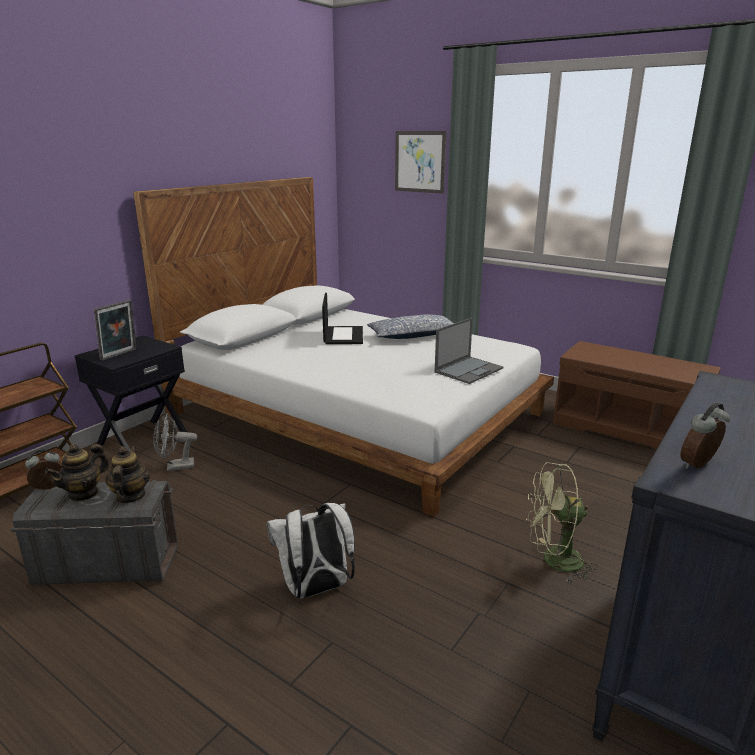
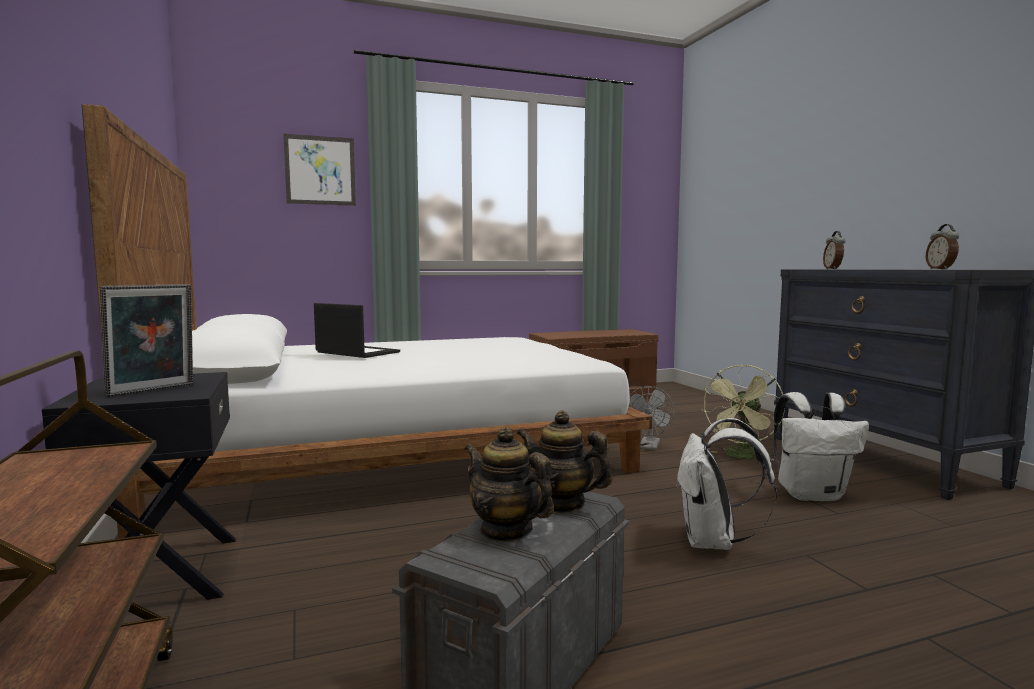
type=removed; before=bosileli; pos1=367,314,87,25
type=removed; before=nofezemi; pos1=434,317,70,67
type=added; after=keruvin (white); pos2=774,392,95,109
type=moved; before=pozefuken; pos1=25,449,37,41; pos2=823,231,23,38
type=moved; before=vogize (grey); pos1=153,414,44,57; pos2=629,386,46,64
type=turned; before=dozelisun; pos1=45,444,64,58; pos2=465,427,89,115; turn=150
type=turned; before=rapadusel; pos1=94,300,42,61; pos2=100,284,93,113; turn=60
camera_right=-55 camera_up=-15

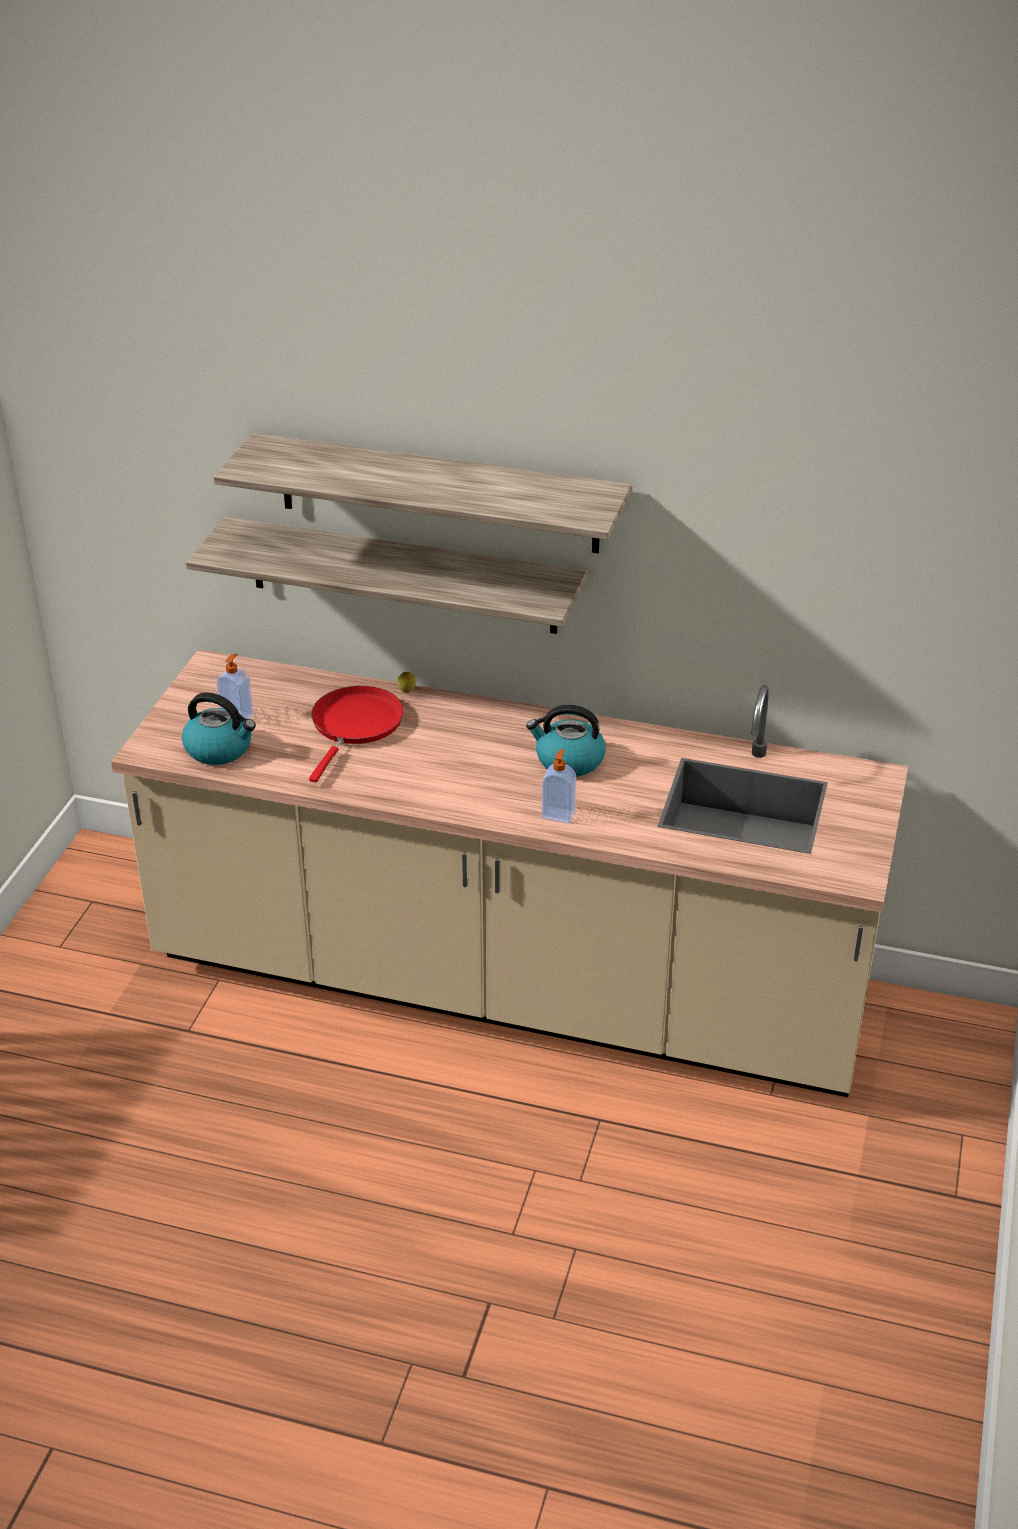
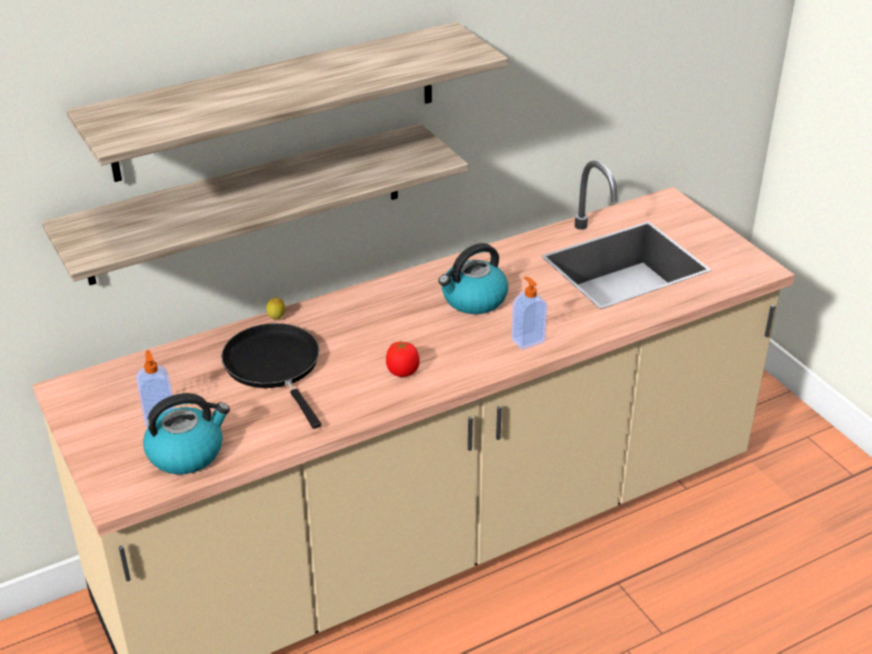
type=added; after=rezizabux; pos2=386,341,34,36
type=recoloured; before=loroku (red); after=loroku (black); pos1=309,686,95,96; pos2=221,323,100,106
camera_right=-45 camera_up=0

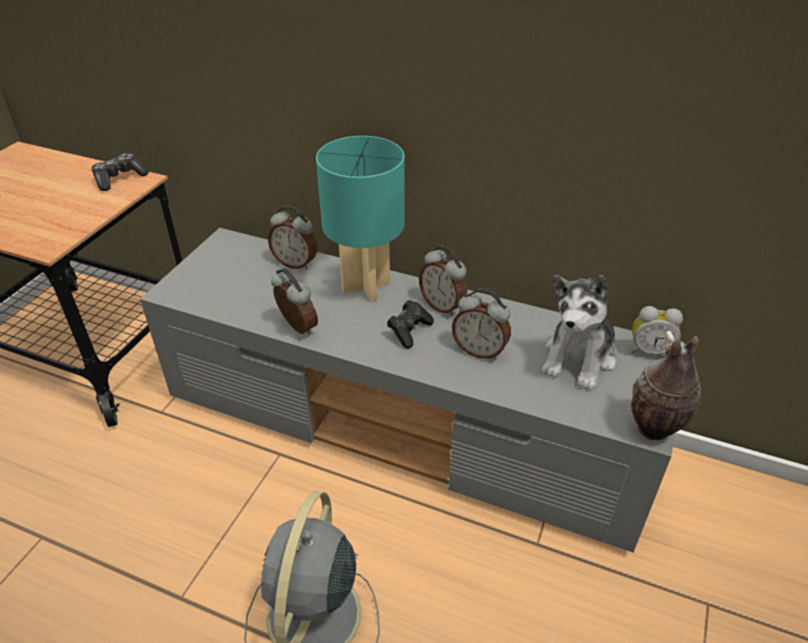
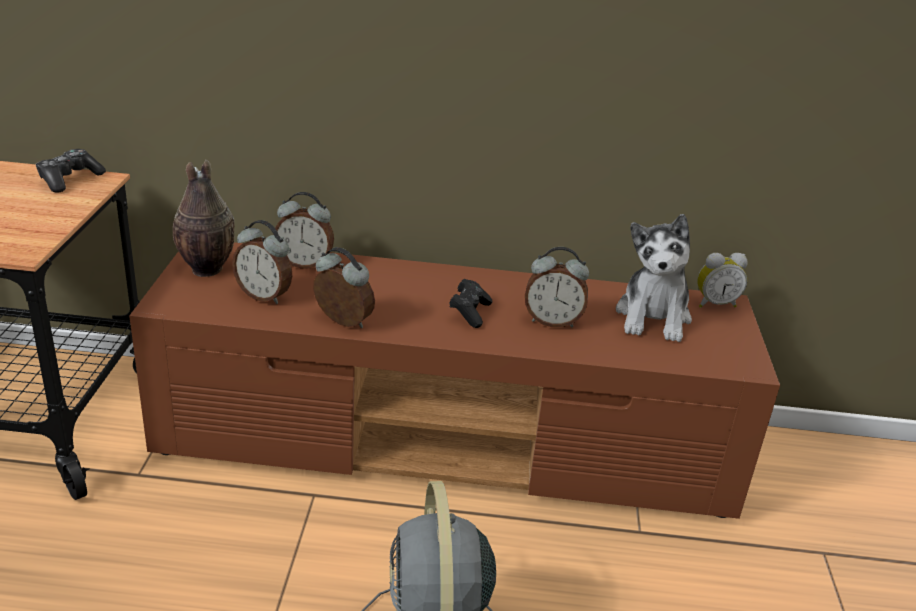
type=removed; before=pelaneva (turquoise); pos1=316,136,89,165
type=moved; before=pozefuken; pos1=419,246,48,70; pos2=232,220,60,84
type=moved; before=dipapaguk; pos1=631,331,70,109; pos2=173,160,62,117
type=recoloured; before=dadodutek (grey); after=dadodutek (brown); pos1=140,228,535,325; pos2=129,242,651,277
camera_right=-20 camera_up=-10

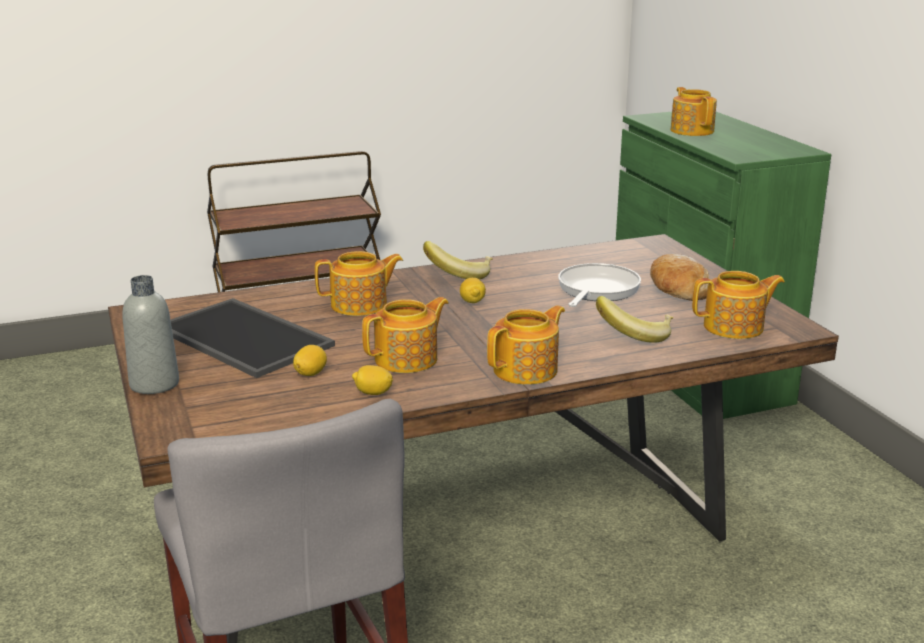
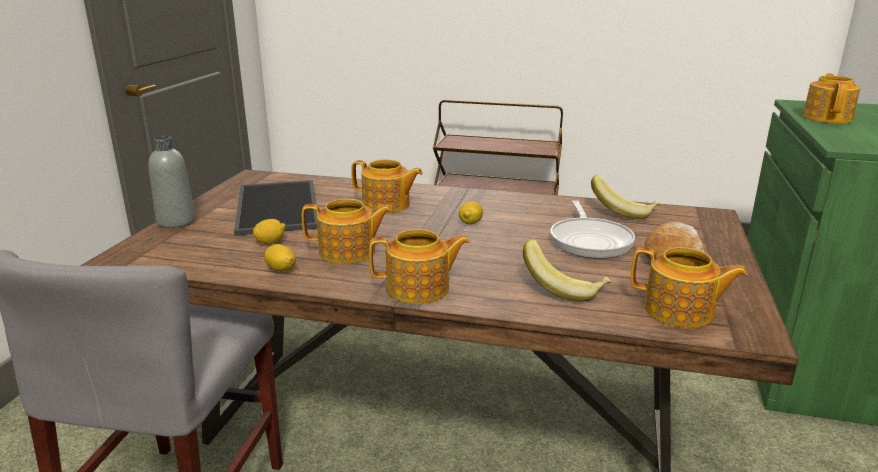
type=moved; before=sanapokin; pos1=423,241,70,38; pos2=591,175,69,44
type=turned; before=loroku; pos1=558,263,83,44; pos2=550,200,85,59; turn=120
camera_right=35 camera_up=0

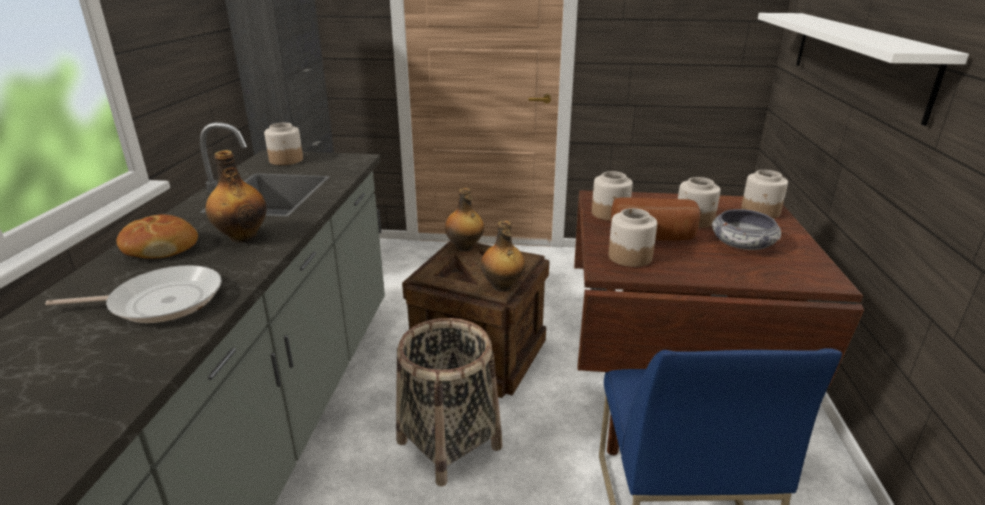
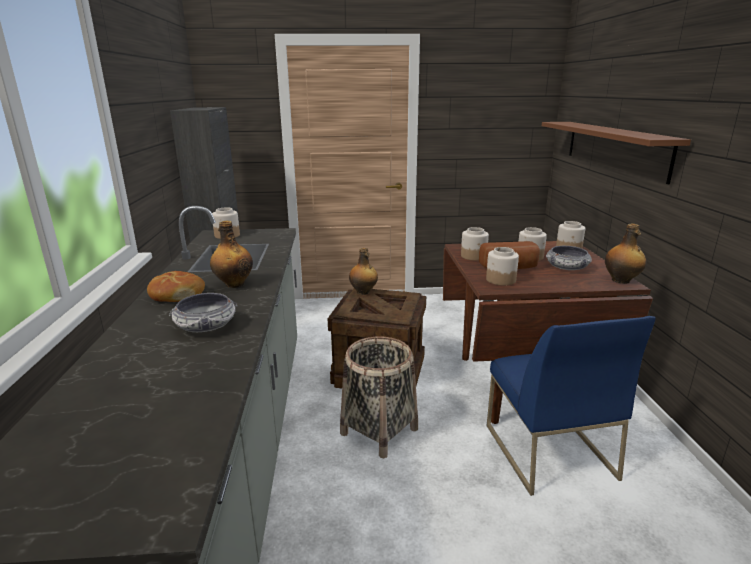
type=moved; before=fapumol; pos1=481,221,44,70; pos2=605,224,41,60
type=replaced; before=loroku; after=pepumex; pos1=45,265,177,58; pos2=169,293,68,39
type=recoloured; before=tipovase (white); after=tipovase (brown); pos1=758,13,211,113; pos2=542,122,149,62
camera_right=-10 camera_up=-5

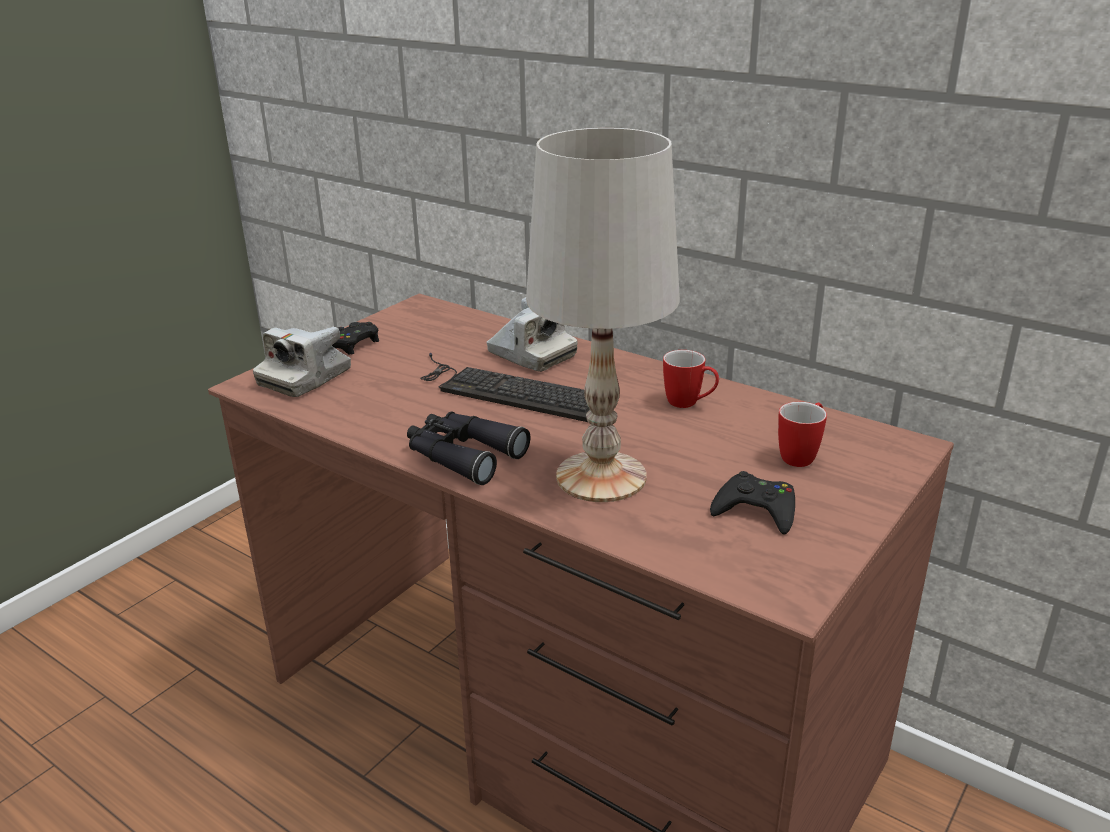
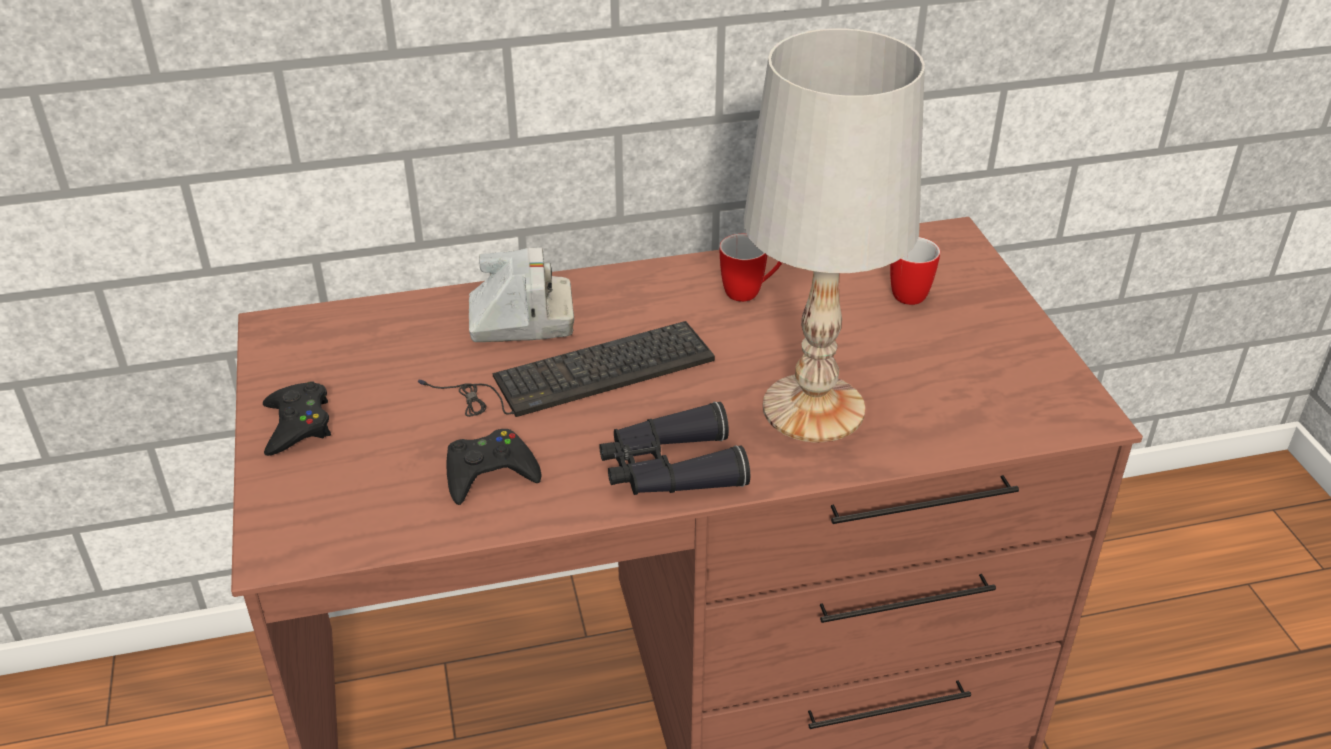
type=removed; before=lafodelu; pos1=253,326,98,71
type=moved; before=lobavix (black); pos1=710,471,85,64; pos2=446,429,96,76
camera_right=-50 camera_up=10

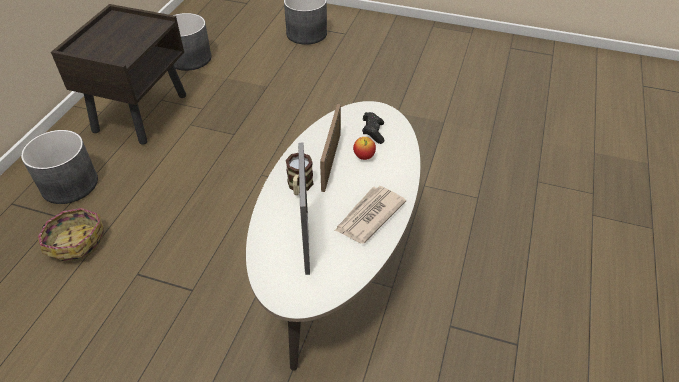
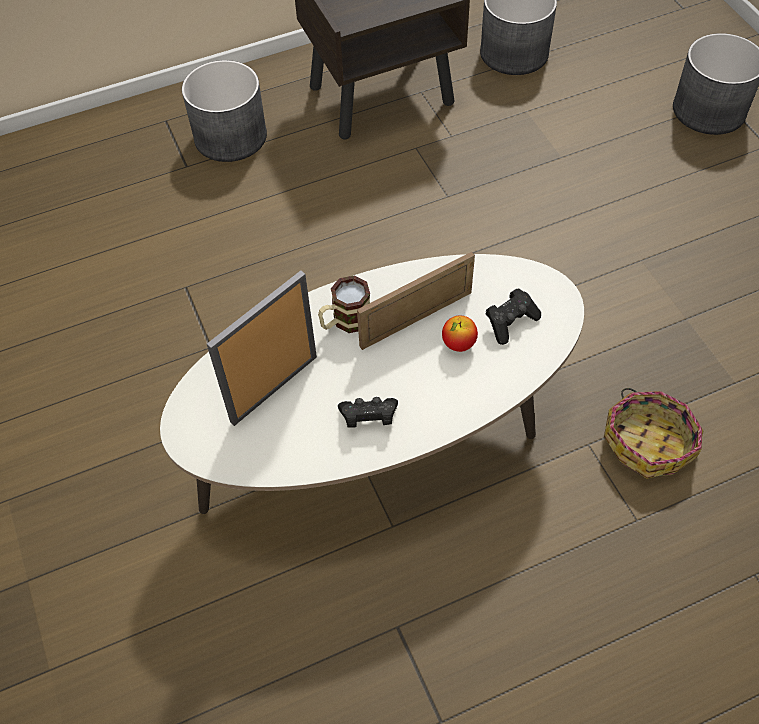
type=moved; before=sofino; pos1=38,208,66,54; pos2=604,388,99,91
type=replaced; before=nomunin; after=lobavix (black); pos1=334,186,72,57; pos2=338,397,60,30
camera_right=50 camera_up=10

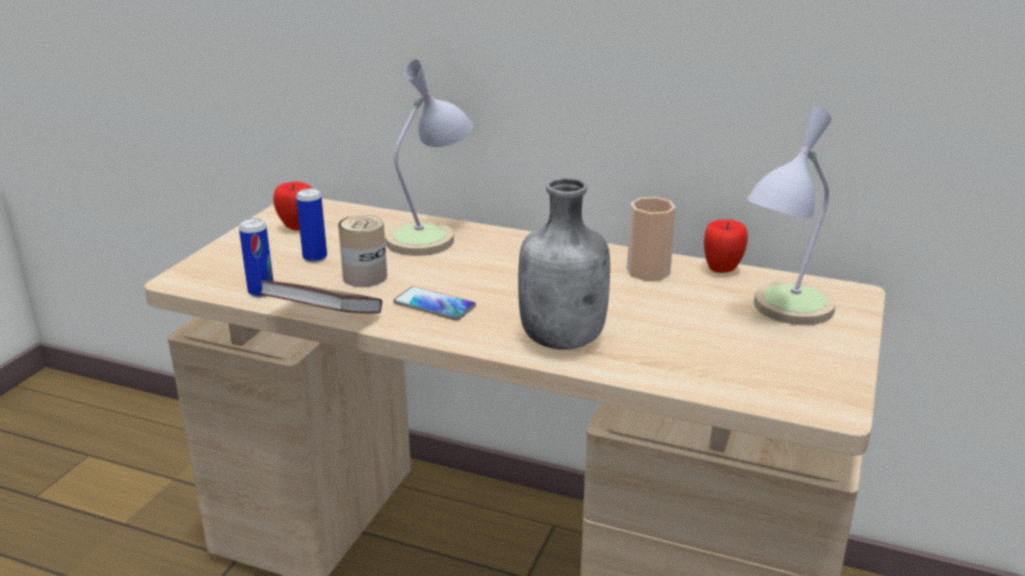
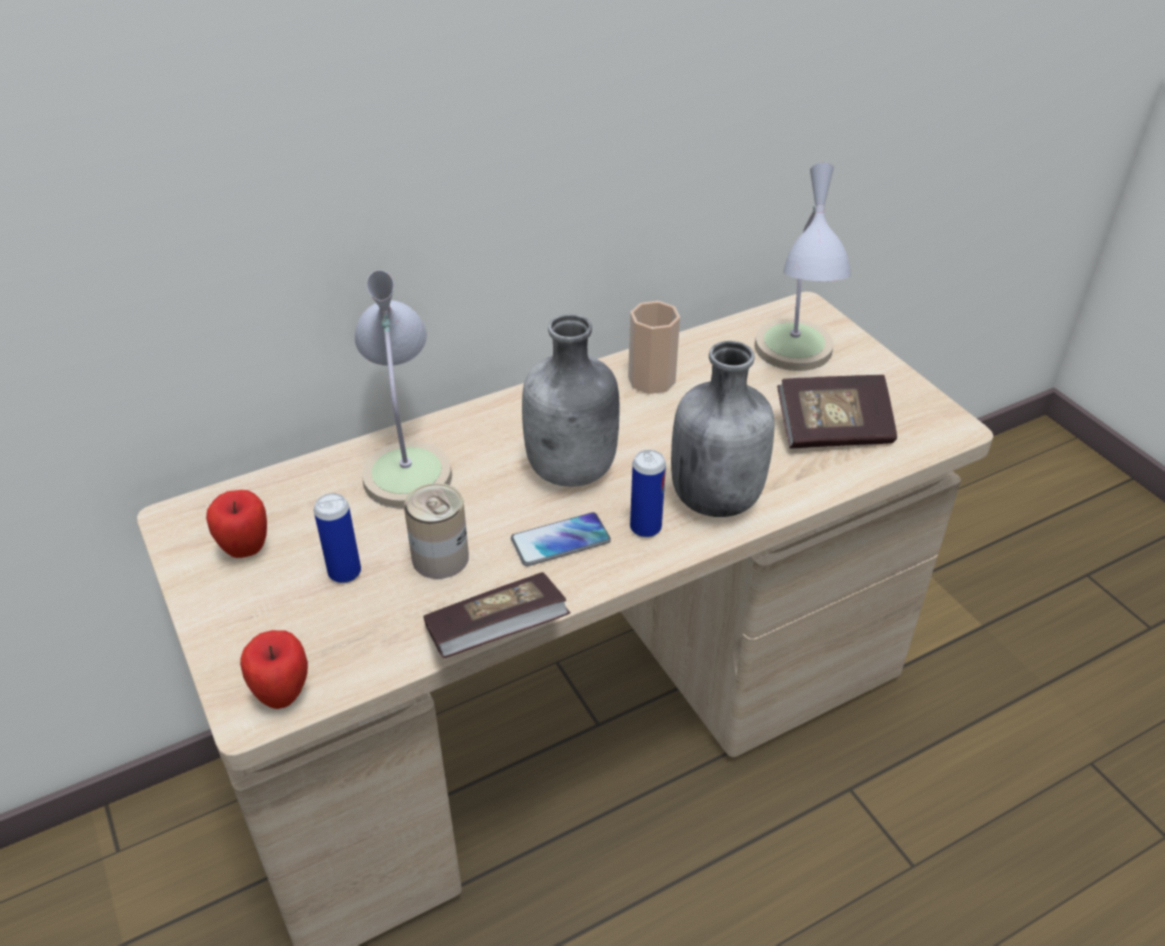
type=added; after=fapumol (grey); pos2=522,314,97,173
type=added; after=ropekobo; pos2=777,375,120,73
type=moved; before=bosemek; pos1=239,218,34,80; pos2=630,450,36,88
type=moved; before=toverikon; pos1=704,219,44,54; pos2=240,630,68,79
camera_right=-50 camera_up=15

